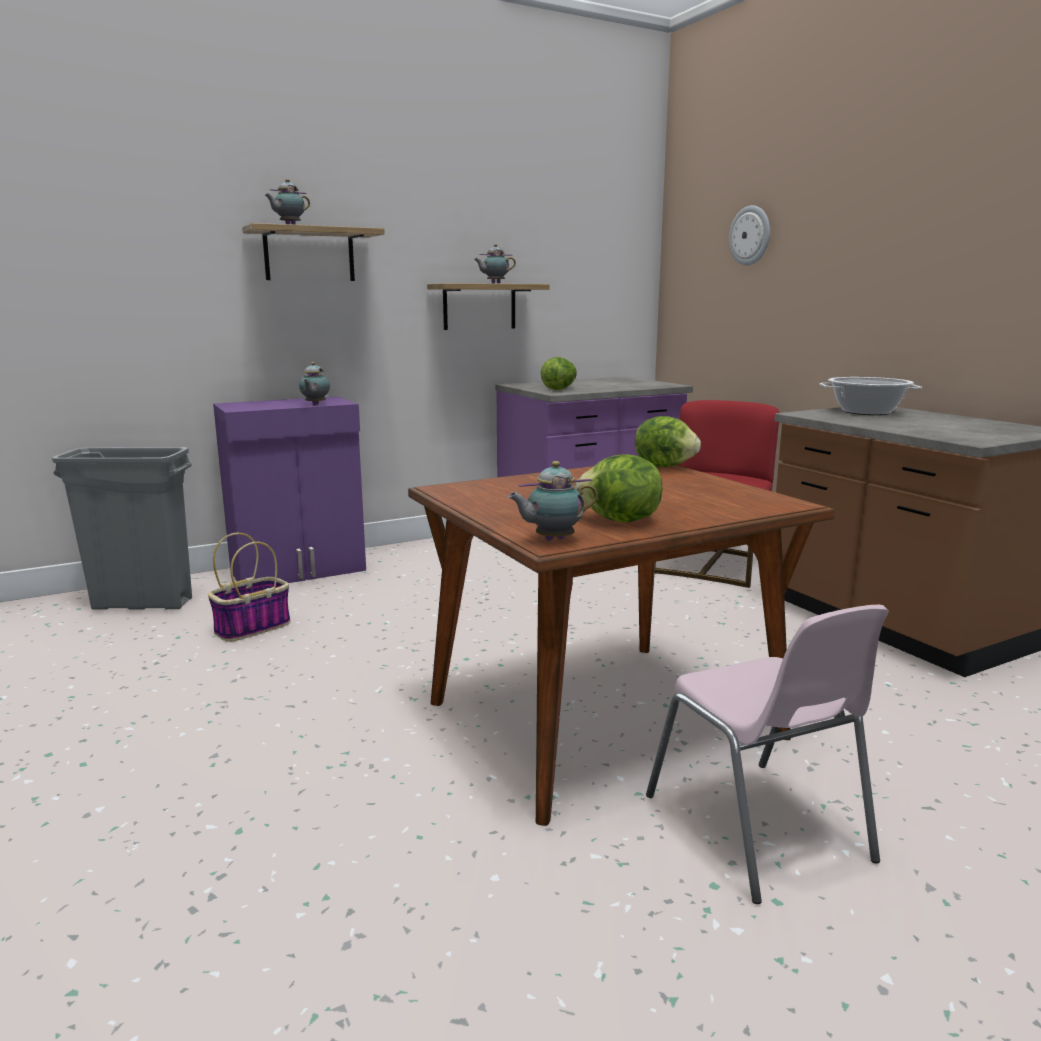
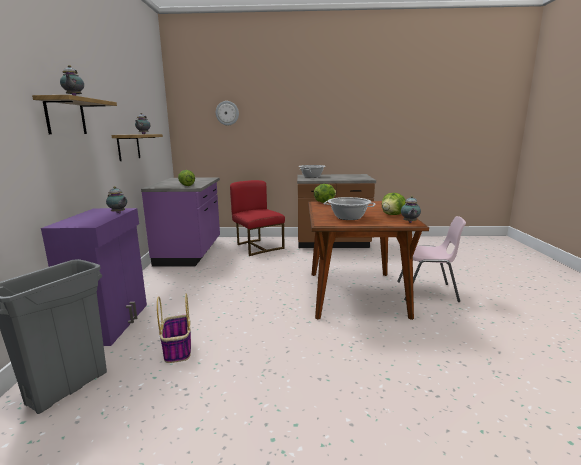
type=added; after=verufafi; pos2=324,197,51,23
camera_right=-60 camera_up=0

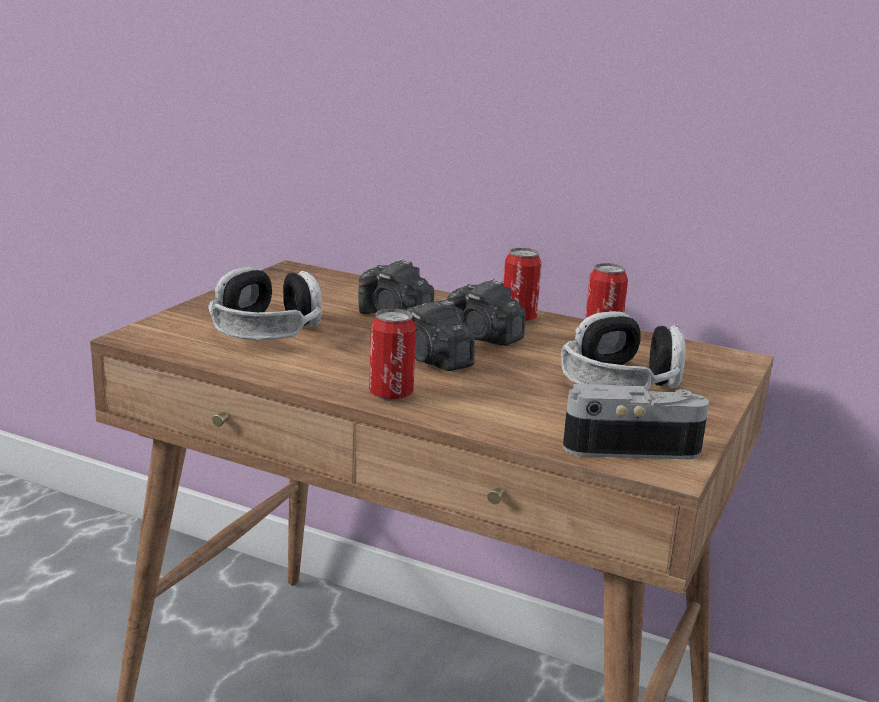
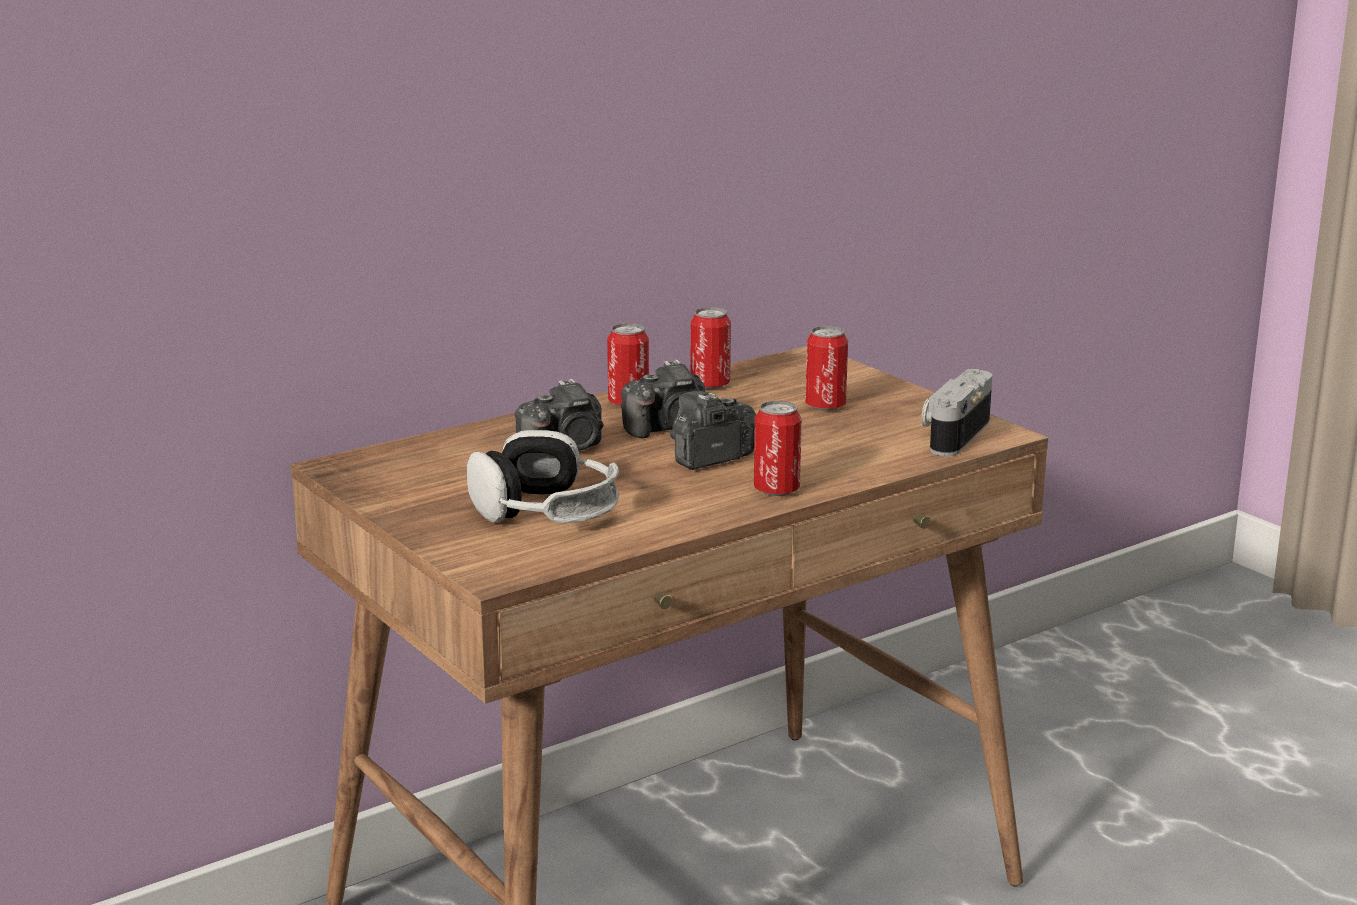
type=replaced; before=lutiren; after=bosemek; pos1=561,311,125,80; pos2=805,326,43,85
type=turned; before=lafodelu; pos1=406,299,69,72; pos2=670,391,86,79; turn=150
camera_right=-60 camera_up=0

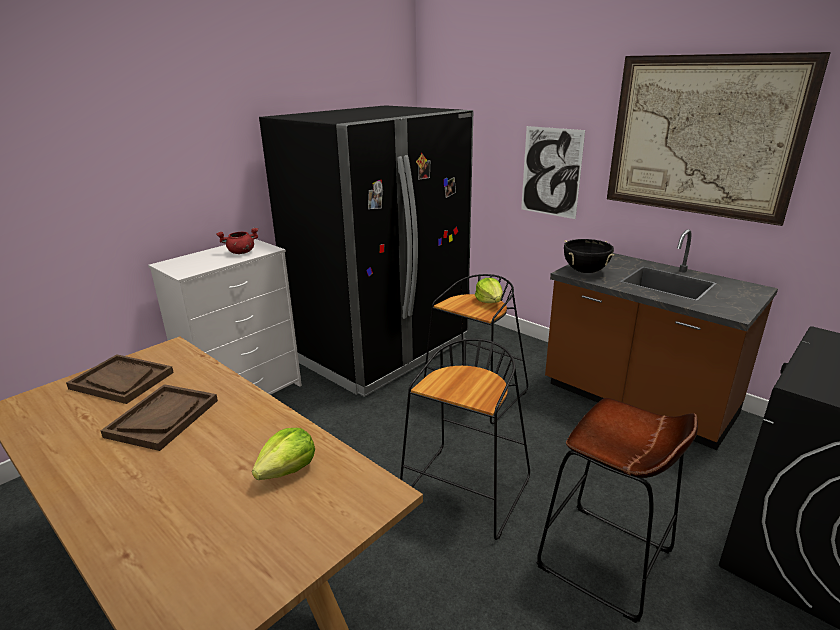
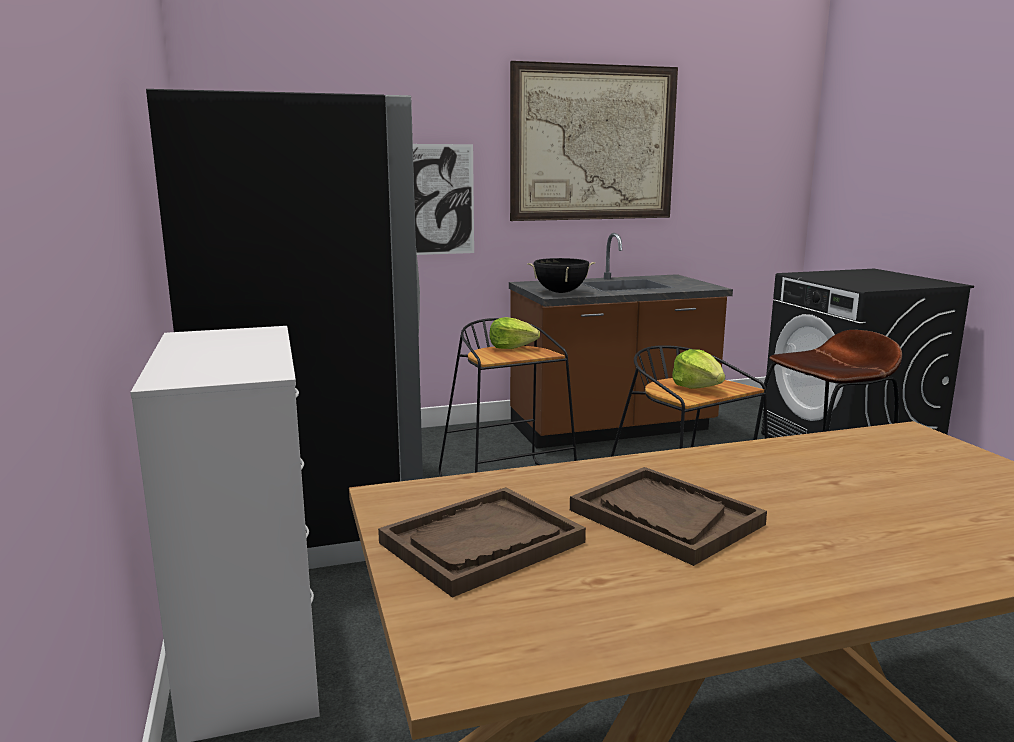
type=removed; before=verufafi (red); pos1=216,228,42,26
type=moved; before=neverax; pos1=252,428,63,52; pos2=672,349,53,40
camera_right=-60 camera_up=-10

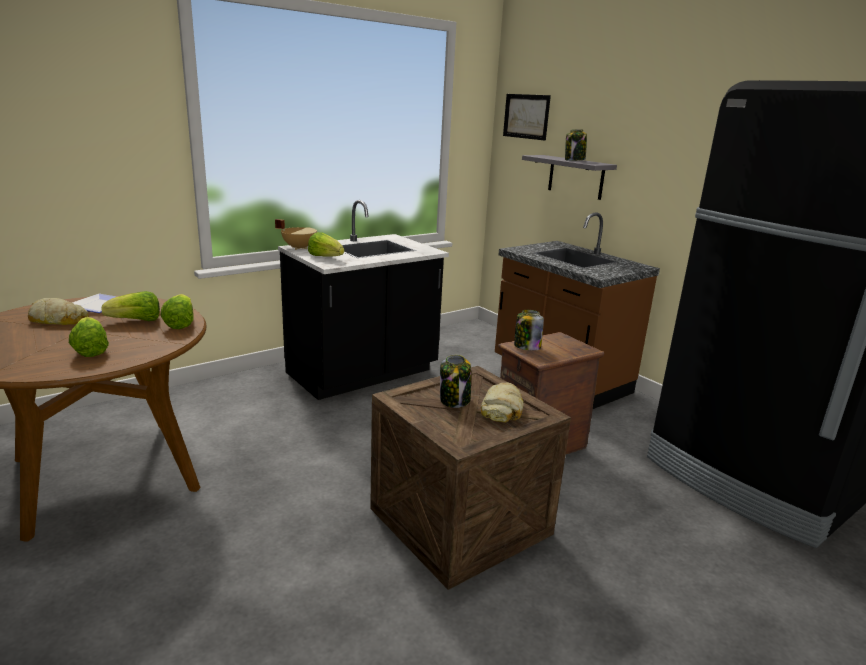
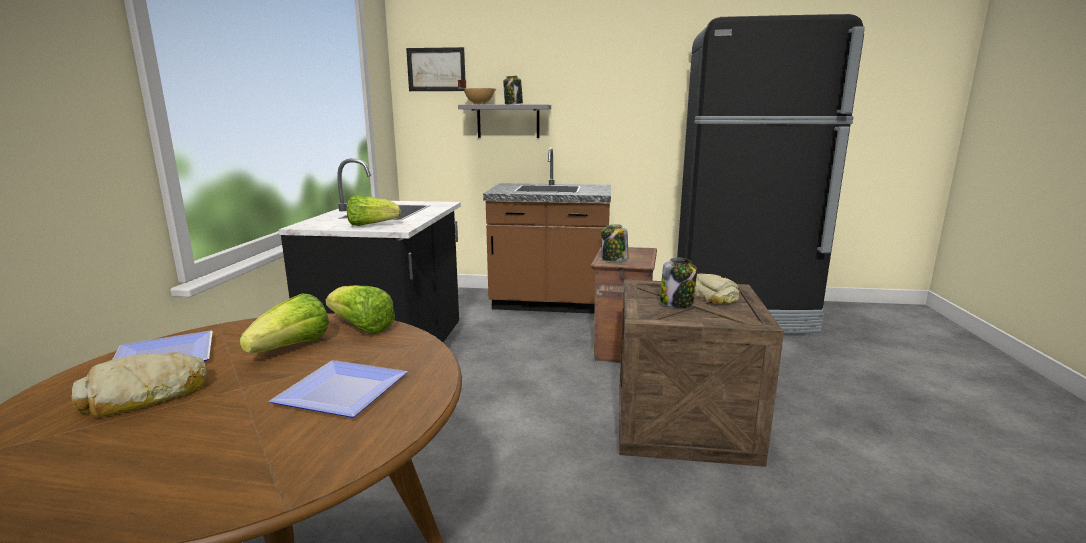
type=moved; before=verufafi (beige); pos1=275,219,42,31; pos2=458,80,38,25
type=replaced; before=neverax; after=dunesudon; pos1=69,317,40,40; pos2=269,360,138,58
camera_right=-45 camera_up=-5

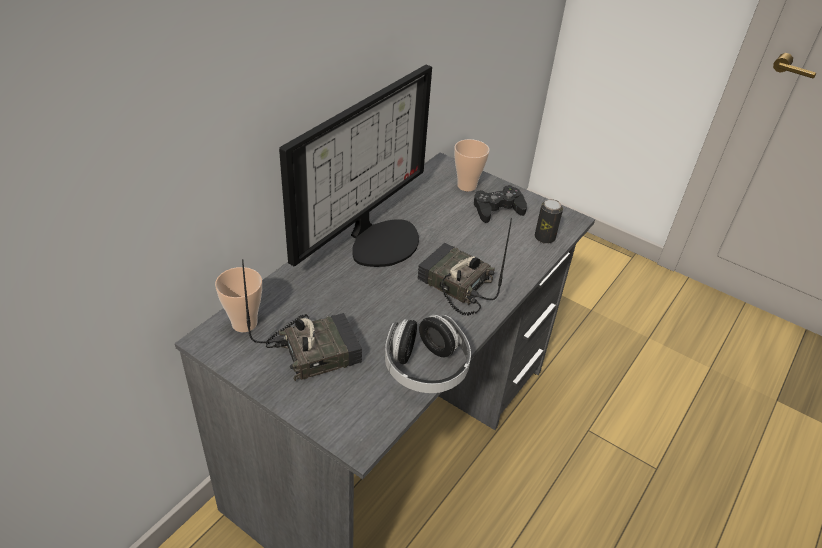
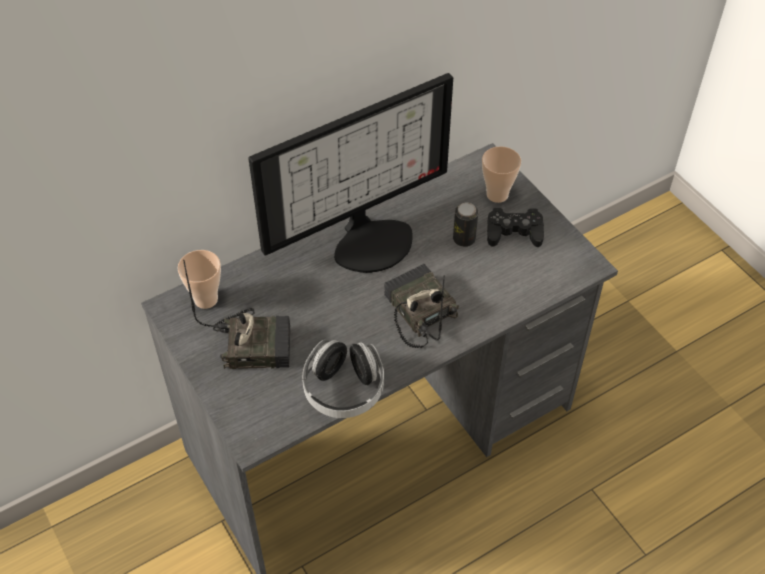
type=moved; before=bosemek; pos1=535,199,28,45; pos2=453,203,25,44
camera_right=25 camera_up=10

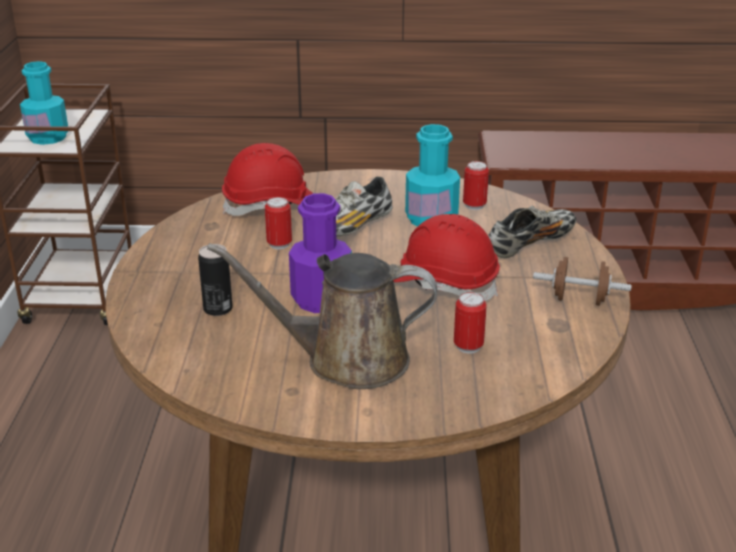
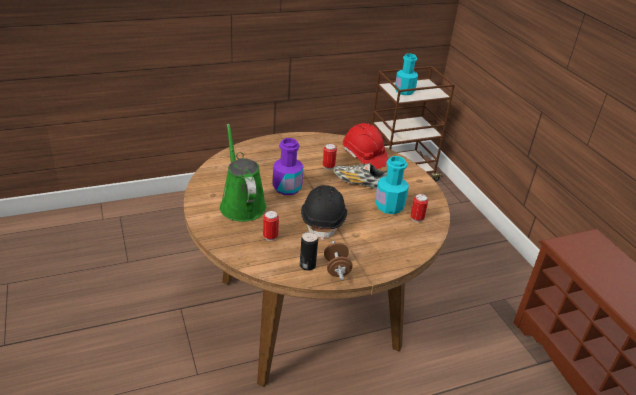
type=removed; before=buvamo; pos1=488,206,88,52
type=moved; before=bosemek; pos1=198,244,35,72; pos2=300,232,18,39
type=recoloured; before=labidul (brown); after=labidul (green); pos1=207,243,230,146; pos2=220,124,46,98
type=recoloured; before=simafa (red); after=simafa (black); pos1=393,214,107,87; pos2=301,185,46,55
camera_right=65 camera_up=5

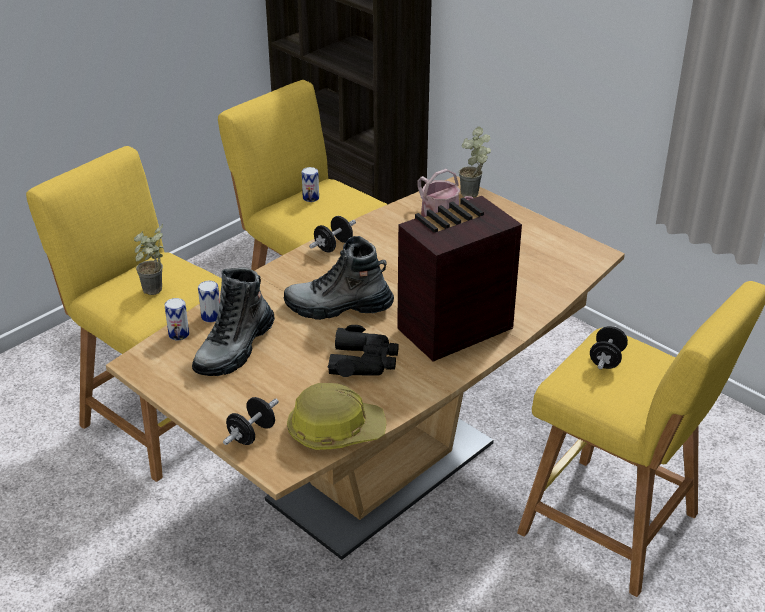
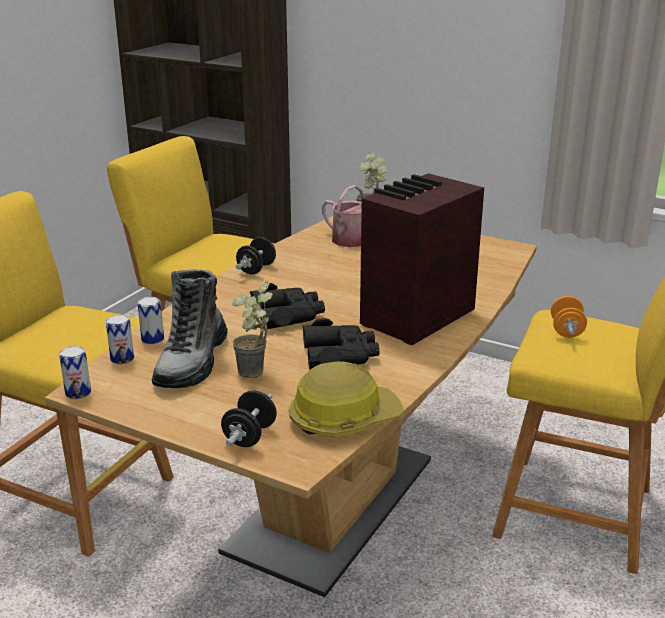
type=moved; before=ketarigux; pos1=134,224,30,71; pos2=232,280,41,98
type=moved; before=bosemek; pos1=302,167,17,35; pos2=59,346,32,53
type=replaced; before=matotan; after=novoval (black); pos1=284,236,110,84; pos2=250,283,75,46
type=recoloured; before=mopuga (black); after=mopuga (orange); pos1=590,326,38,43; pos2=551,296,36,42
camera_right=-15 camera_up=-10

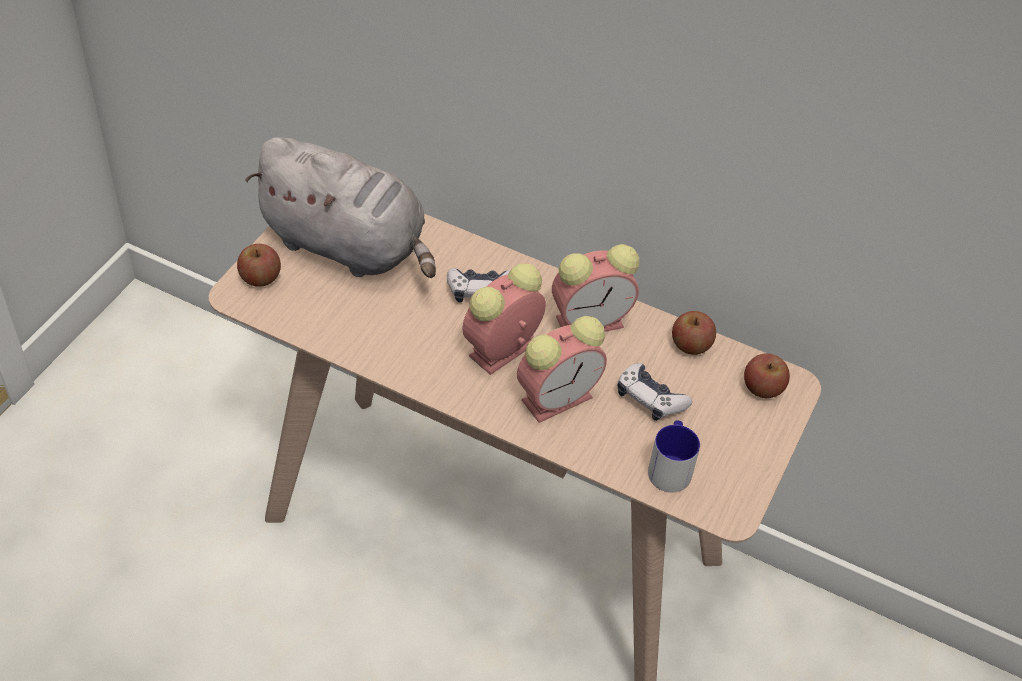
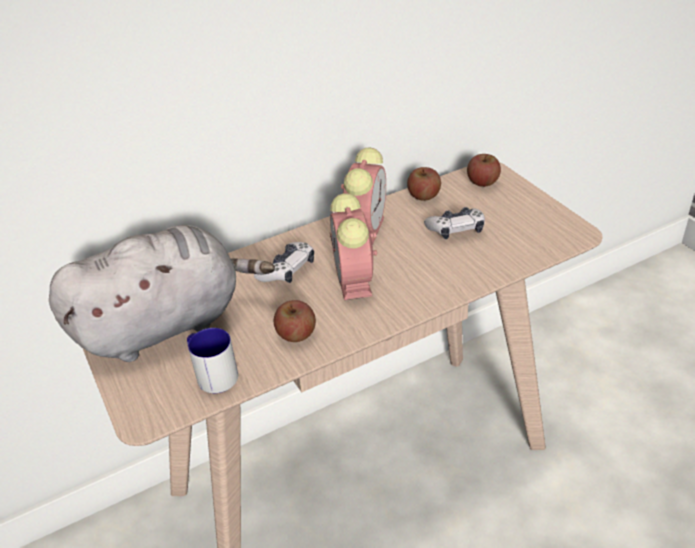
type=removed; before=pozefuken; pos1=517,316,90,107
type=moved; before=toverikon; pos1=237,244,44,43; pos2=274,300,42,42
type=moved; before=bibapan; pos1=648,421,52,71; pos2=187,328,51,65
camera_right=-50 camera_up=-10

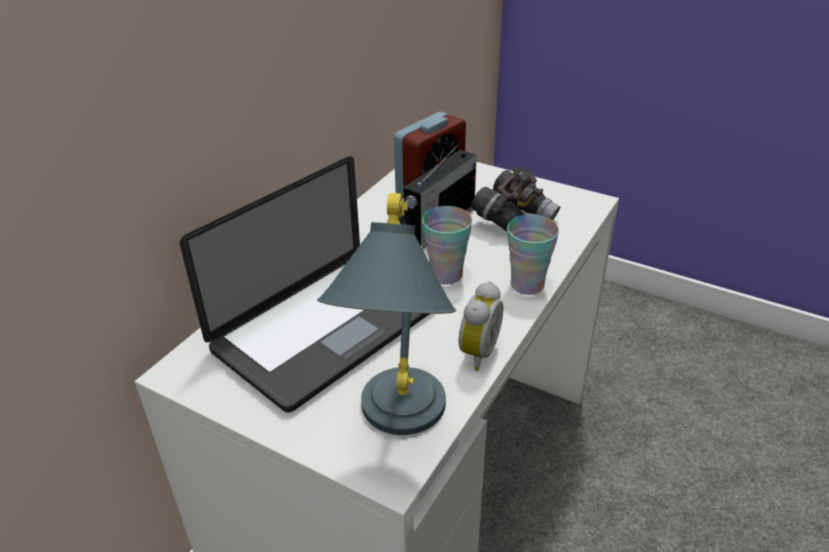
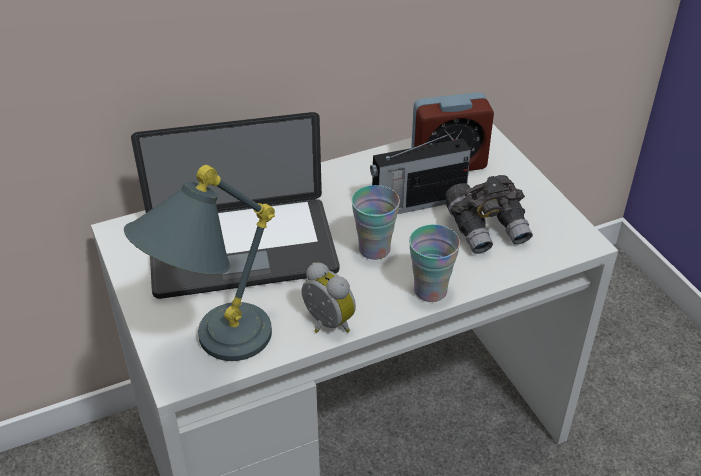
type=turned; before=pozefuken; pos1=458,281,45,90; pos2=302,262,54,71; turn=-105
camera_right=35 camera_up=5

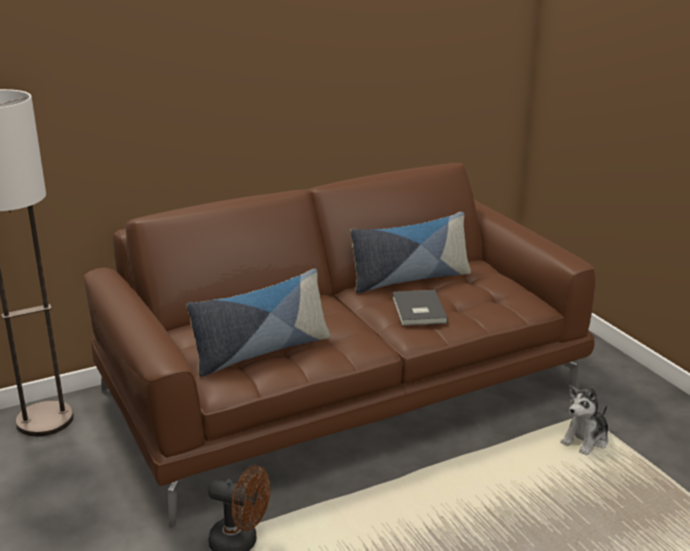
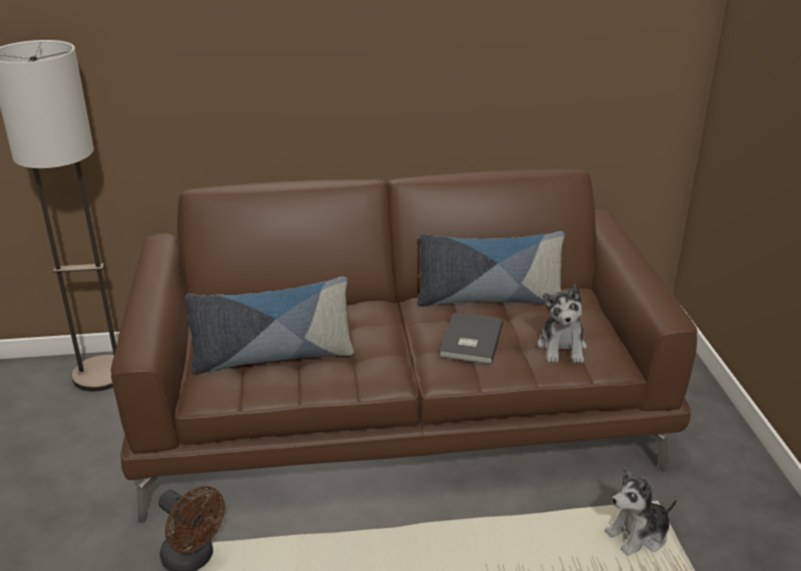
type=added; after=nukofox; pos2=538,285,49,78
camera_right=20 camera_up=5

